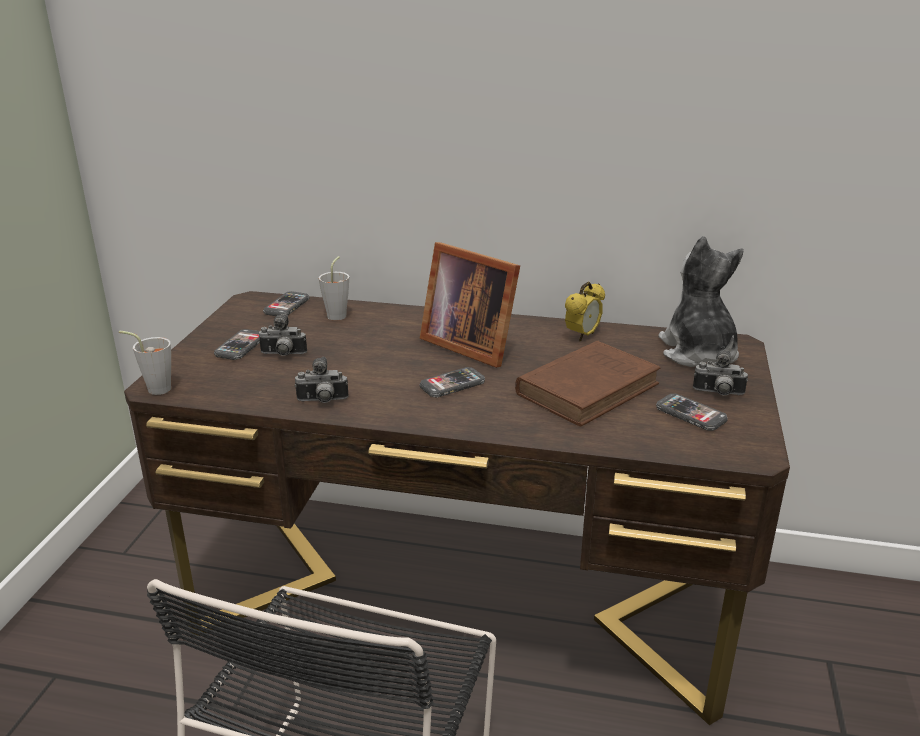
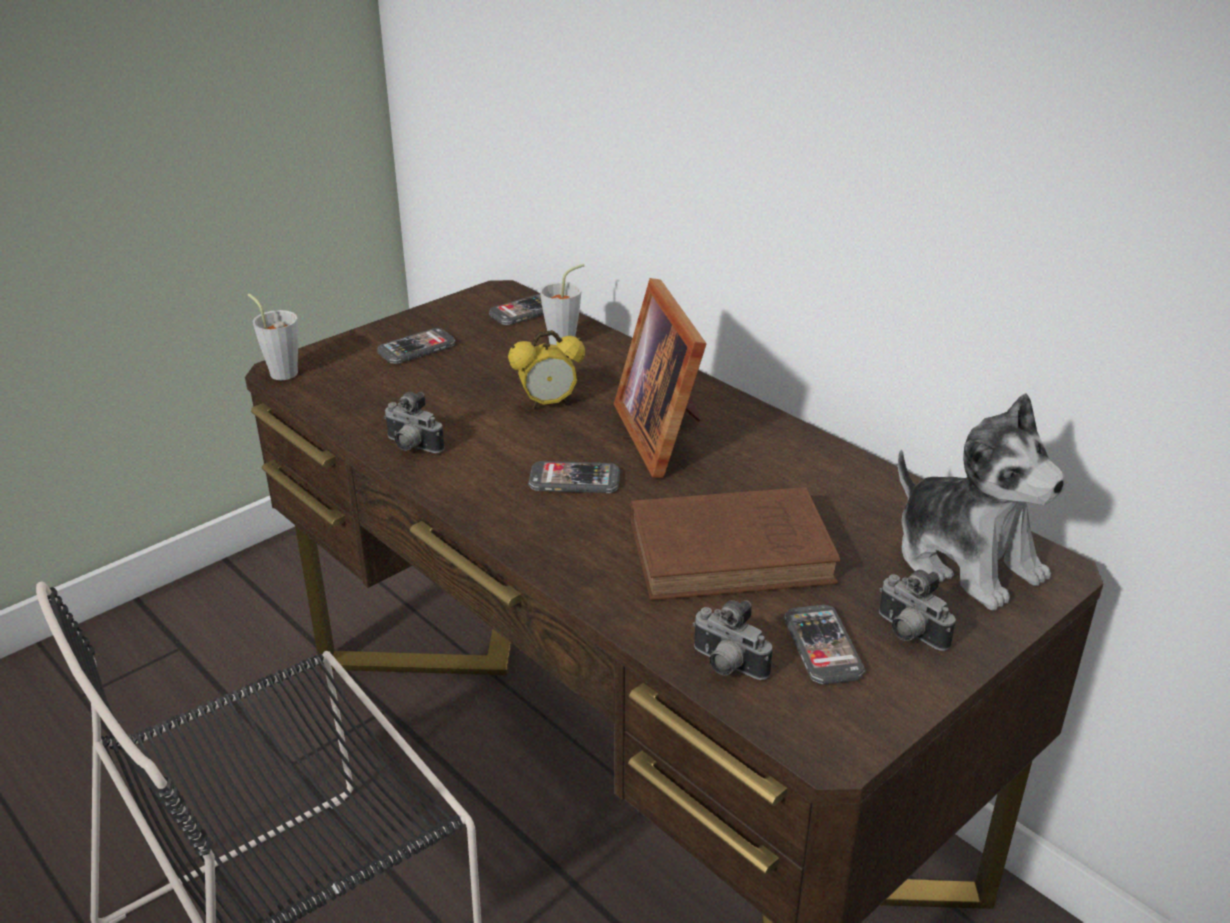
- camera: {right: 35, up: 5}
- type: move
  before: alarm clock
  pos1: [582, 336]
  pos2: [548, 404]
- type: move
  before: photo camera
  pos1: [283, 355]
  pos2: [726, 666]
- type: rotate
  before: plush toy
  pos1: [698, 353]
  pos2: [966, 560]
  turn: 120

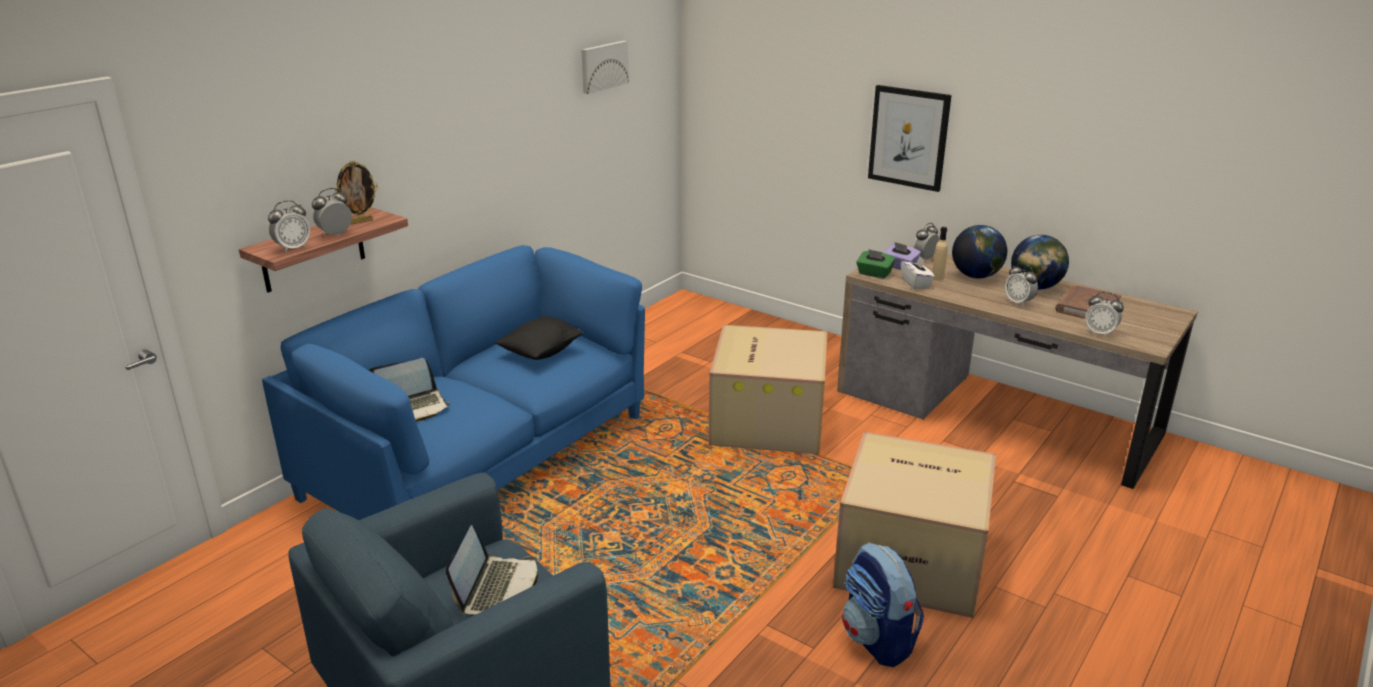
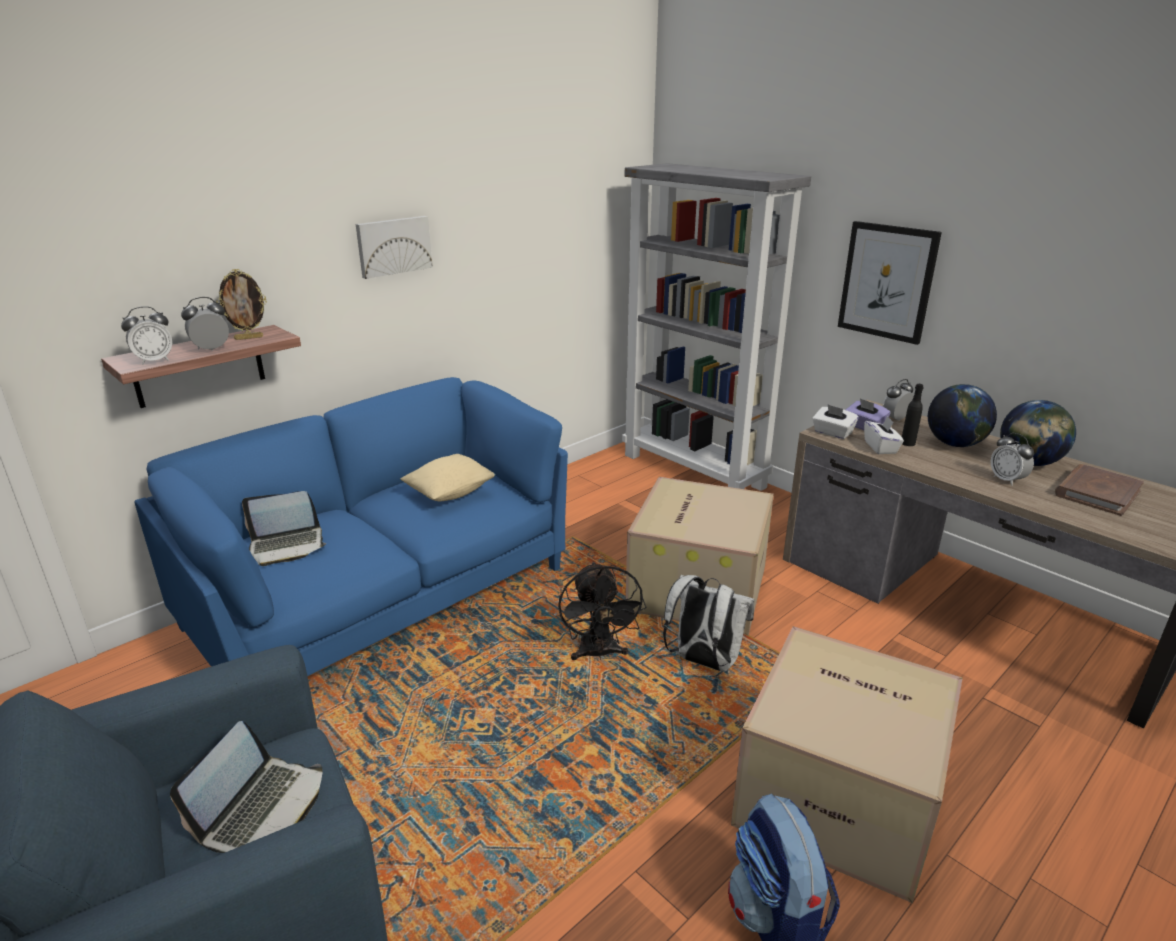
- camera: {right: 10, up: 0}
- type: move
  before: wall picture
  pos1: [603, 66]
  pos2: [393, 246]
- type: recolor
  before: blackish cushion
  after: sand-coloured cushion
  pos1: [541, 353]
  pos2: [450, 493]
- type: insert
  after: blackish fan
  pos2: [598, 654]
- type: insert
  after: gray bookcase
  pos2: [695, 471]
- type: insert
  after: white-coloured backpack
  pos2: [703, 661]
- type: recolor
  before: green box of tissues
  after: white-coloured box of tissues
  pos1: [874, 274]
  pos2: [832, 433]
- type: recolor
  before: sand-coloured drink bottle
  after: blackish drink bottle
  pos1: [937, 278]
  pos2: [908, 443]
- type: delete
  before: alarm clock
  pos1: [1100, 333]

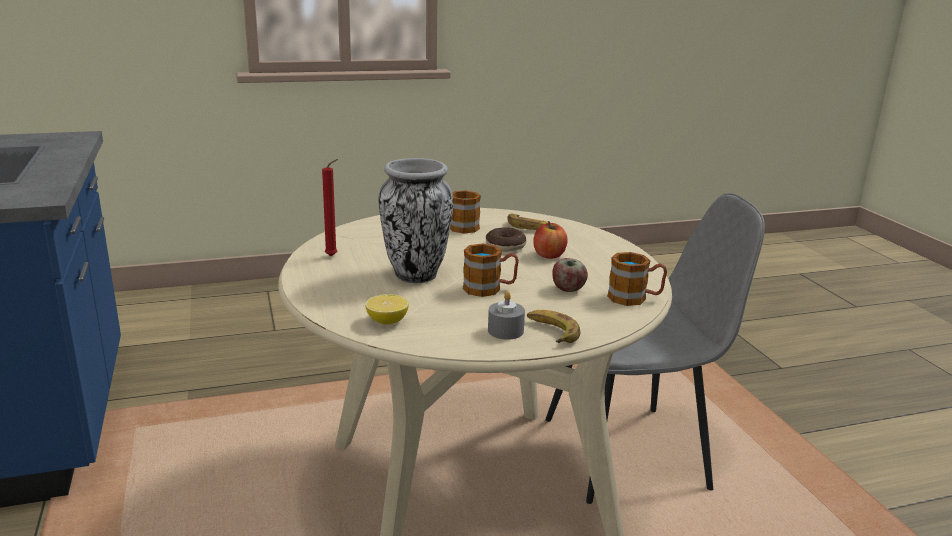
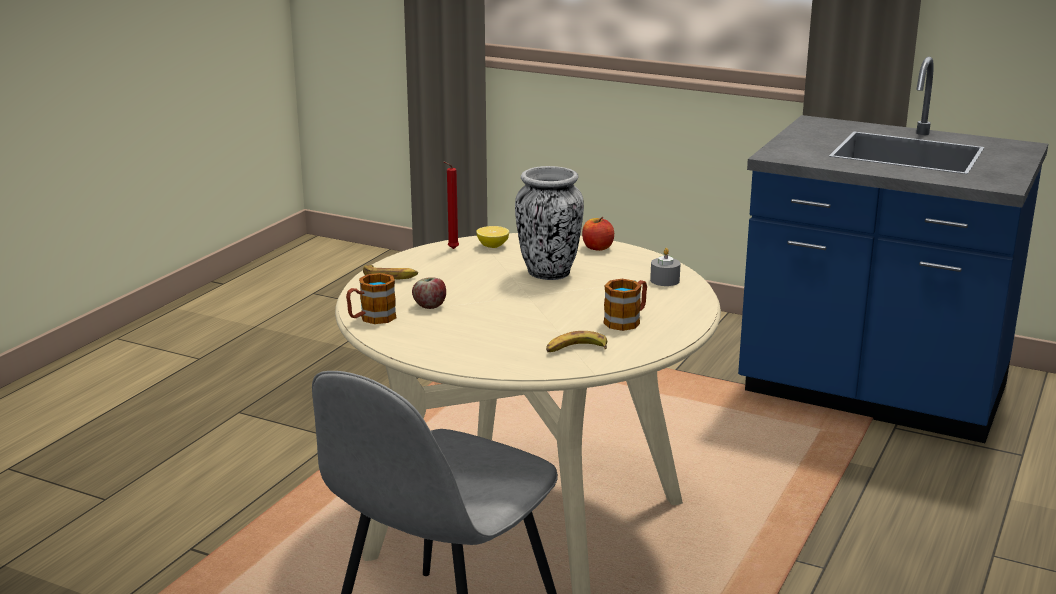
- camera: {right: 135, up: 0}
- type: move
  before: red candle
  pos1: [333, 256]
  pos2: [451, 249]
- type: move
  before: whole apple
  pos1: [549, 255]
  pos2: [597, 248]
- type: move
  before: gray candle
  pos1: [505, 331]
  pos2: [664, 280]
- type: delete
  before: coffee mug
  pos1: [489, 289]
- type: delete
  before: doughnut
  pos1: [505, 246]

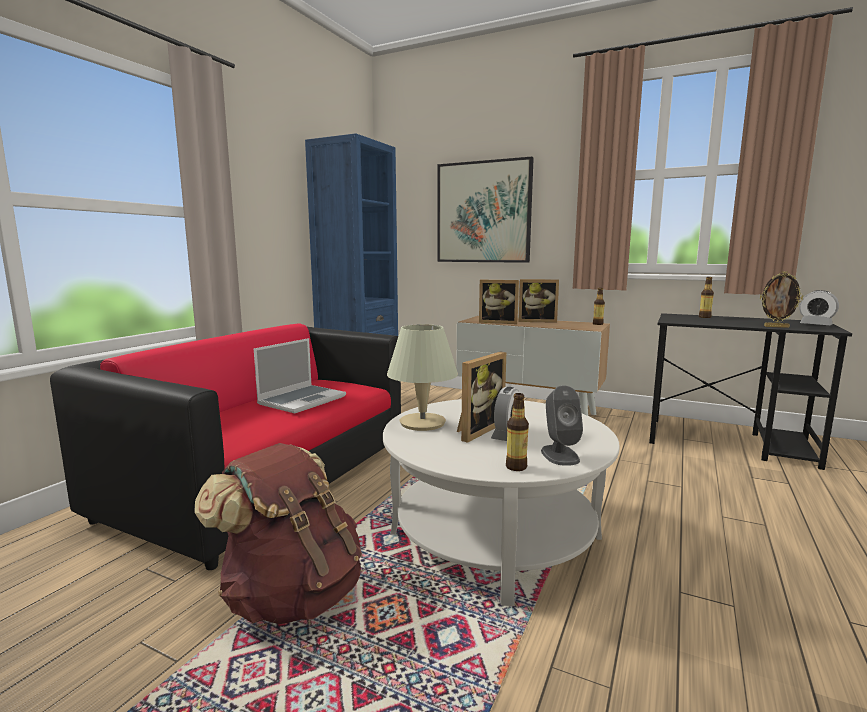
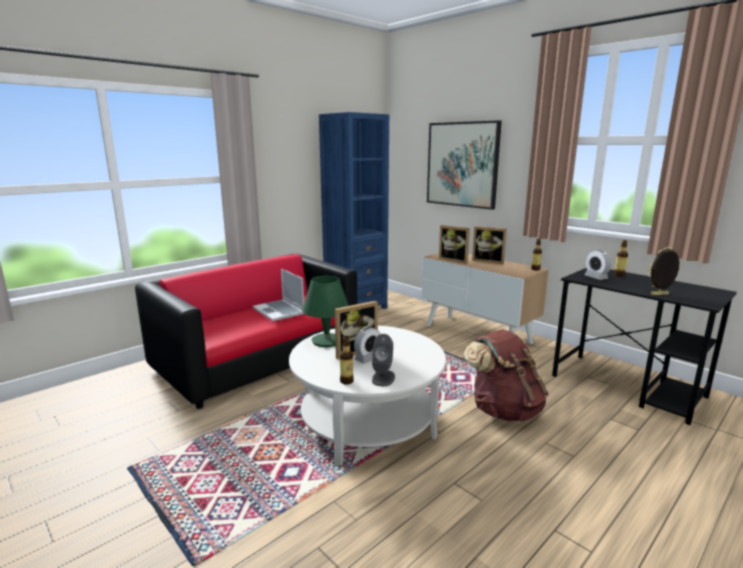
- camera: {right: 20, up: 5}
- type: rotate
  before: laptop
  pos1: [302, 400]
  pos2: [279, 311]
  turn: 90
- type: recolor
  before: sand-coloured lamp for a table
  after: green lamp for a table
  pos1: [422, 423]
  pos2: [326, 341]
- type: move
  before: brown-coloured backpack
  pos1: [292, 595]
  pos2: [504, 410]
- type: move
  before: alarm clock
  pos1: [815, 324]
  pos2: [596, 277]
- type: rotate
  before: photo frame
  pos1: [776, 327]
  pos2: [659, 294]
  turn: 135

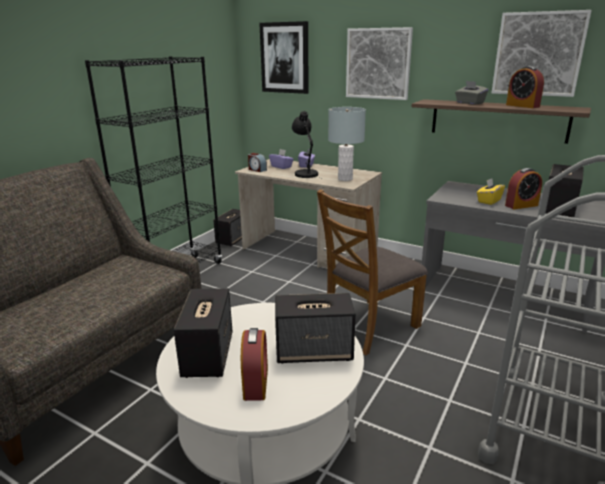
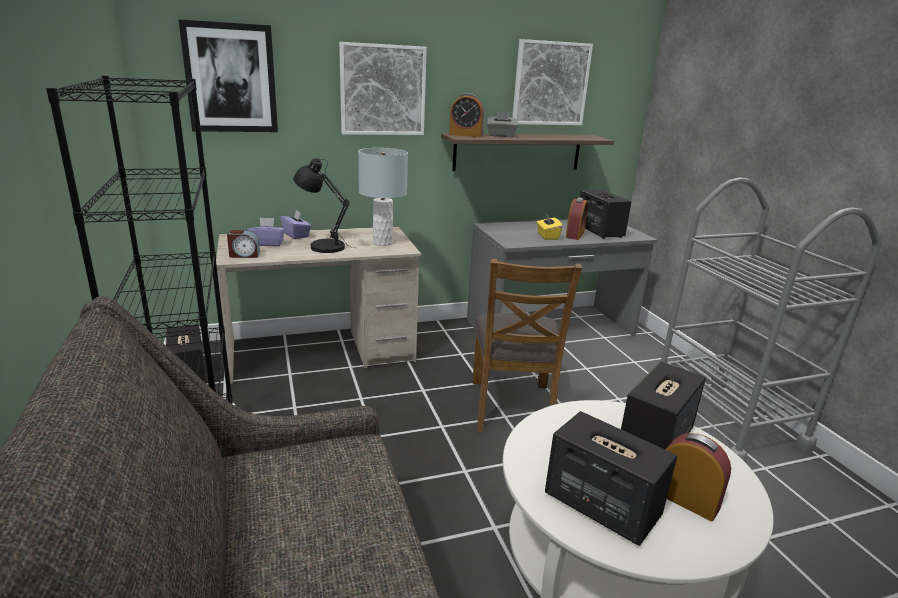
- camera: {right: -50, up: 0}
- type: move
  before: alarm clock
  pos1: [522, 106]
  pos2: [465, 135]

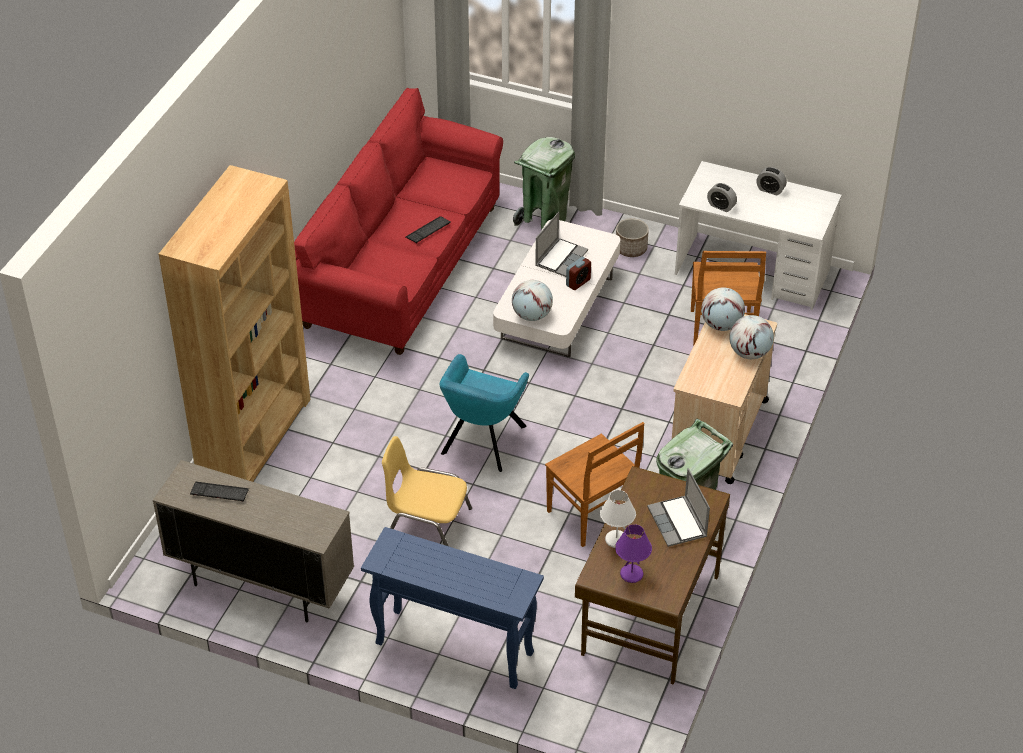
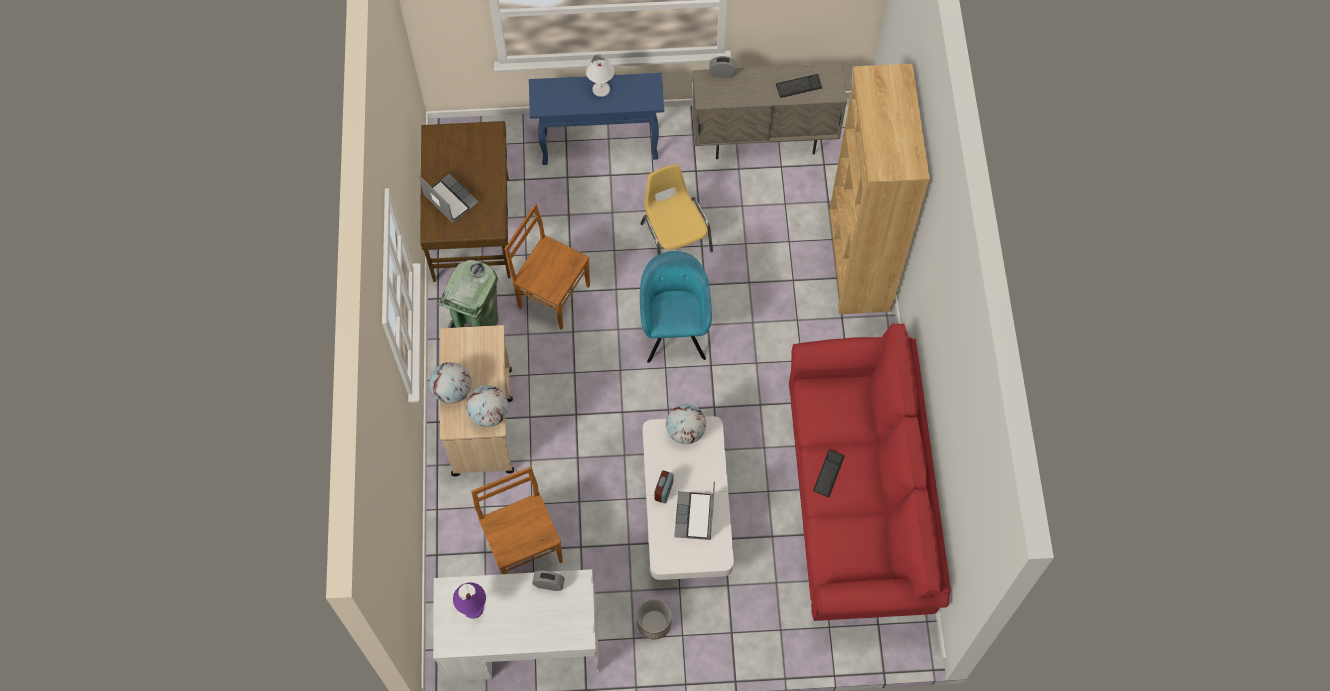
- camera: {right: 155, up: 20}
- type: move
  before: purple-coloured lamp for a table
  pos1: [632, 574]
  pos2: [473, 609]
- type: move
  before: white-coloured lamp for a table
  pos1: [615, 540]
  pos2: [601, 89]
- type: rotate
  before: yellowish upright chair
  pos1: [427, 524]
  pos2: [675, 236]
  turn: -105
- type: move
  before: alarm clock
  pos1: [770, 190]
  pos2: [722, 73]
- type: delete
  before: green waste bin
  pos1: [543, 221]

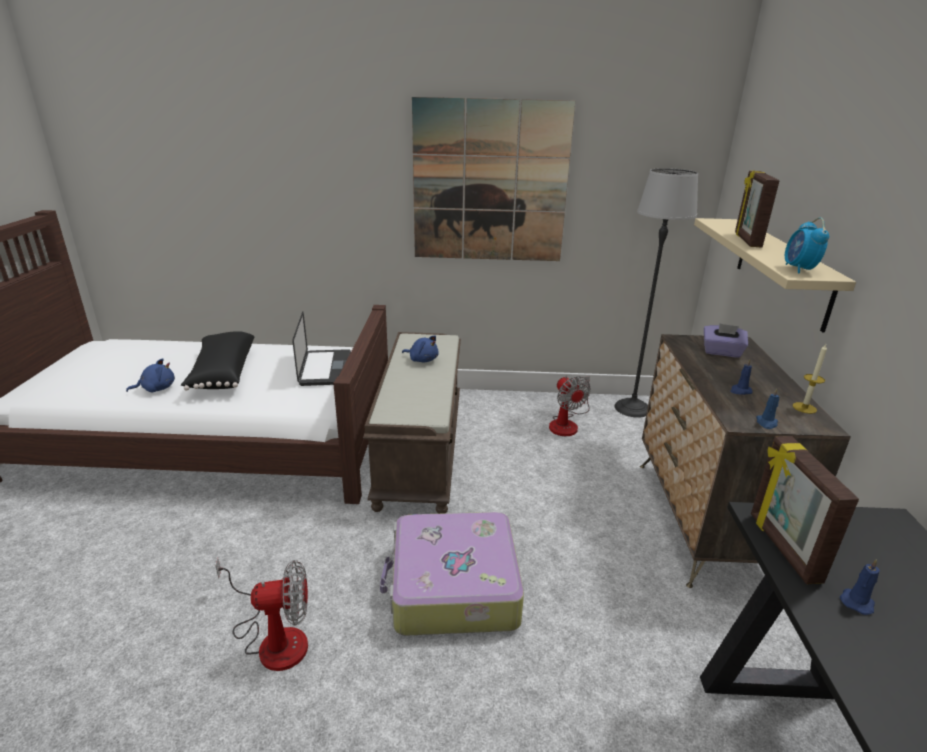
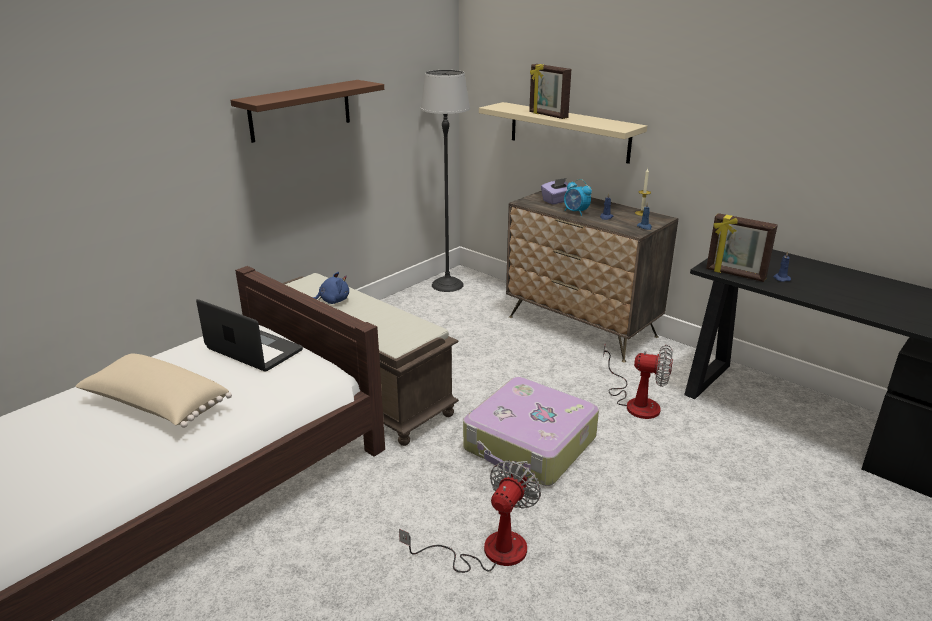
- camera: {right: -50, up: 0}
- type: recolor
  before: blackish cushion
  after: sand-coloured cushion
  pos1: [222, 373]
  pos2: [156, 406]
- type: replace
  before: wall picture
  after: brown-coloured shelf
  pos1: [490, 183]
  pos2: [300, 110]
- type: move
  before: alarm clock
  pos1: [799, 269]
  pos2: [576, 212]
- type: move
  before: fan
  pos1: [567, 423]
  pos2: [636, 402]
- type: delete
  before: blue-coloured plush toy
  pos1: [156, 389]

